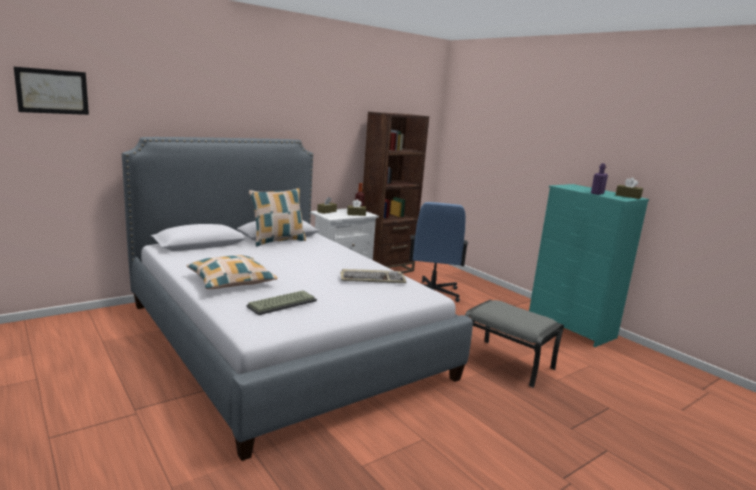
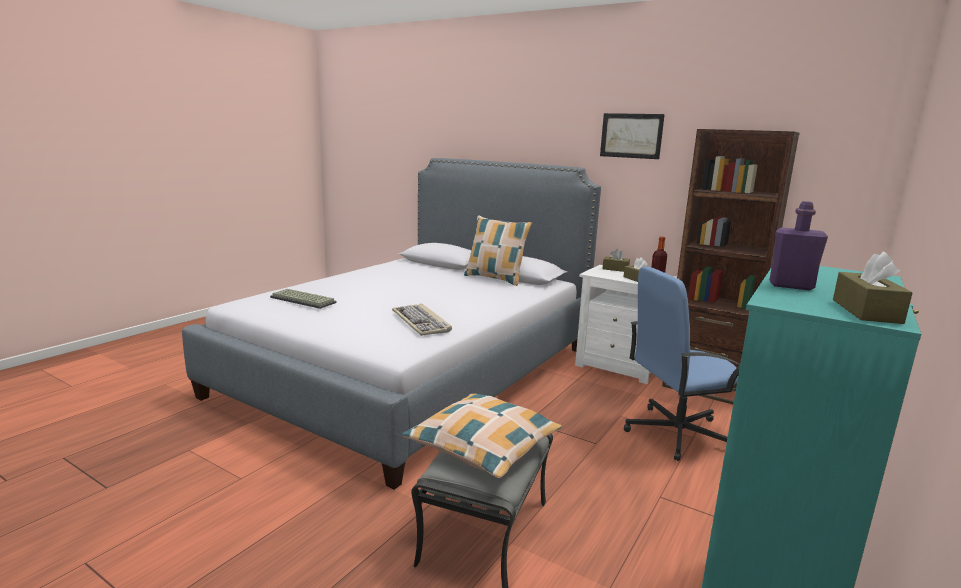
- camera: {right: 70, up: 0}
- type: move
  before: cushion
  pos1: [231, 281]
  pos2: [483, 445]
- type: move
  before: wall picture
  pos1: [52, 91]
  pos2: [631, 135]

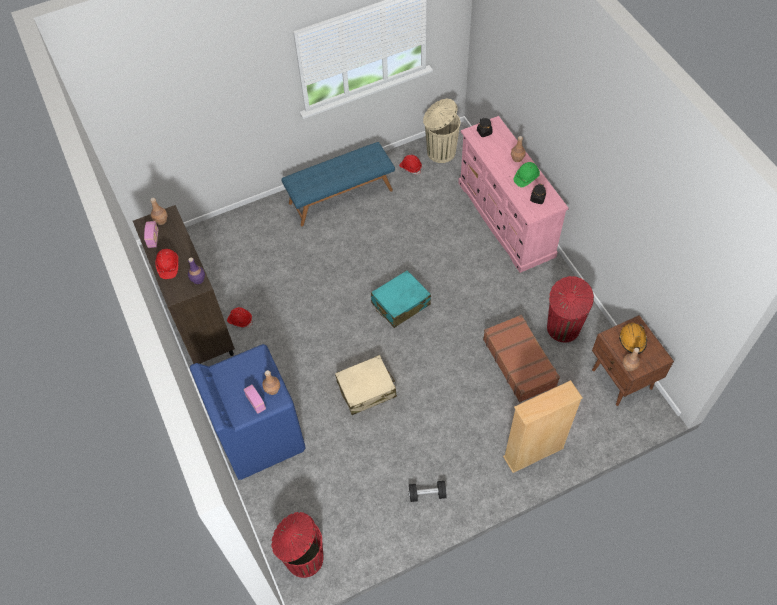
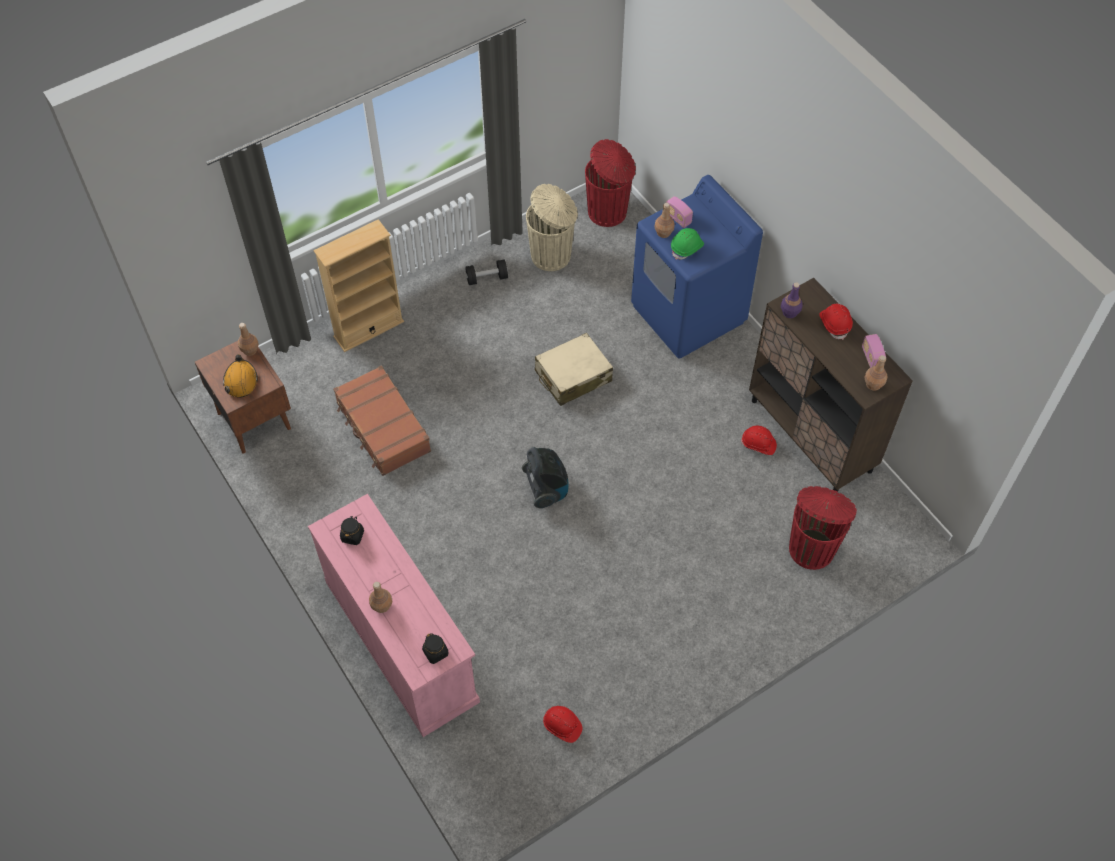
- camera: {right: 170, up: 0}
- type: replace
  before: turquoise-coloured travel case
  after: vacuum
  pos1: [400, 304]
  pos2: [546, 489]
- type: move
  before: sand-coloured waste bin
  pos1: [440, 152]
  pos2: [552, 255]
- type: move
  before: green safety helmet
  pos1: [526, 178]
  pos2: [687, 248]
- type: move
  before: red waste bin
  pos1: [562, 329]
  pos2: [812, 547]
- type: delete
  before: blue-coloured indoor bench
  pos1: [340, 196]

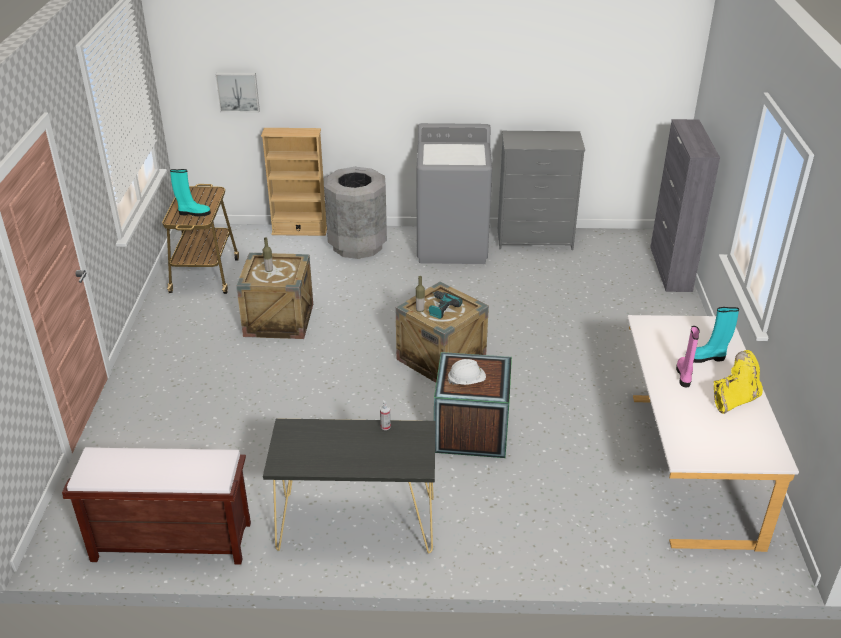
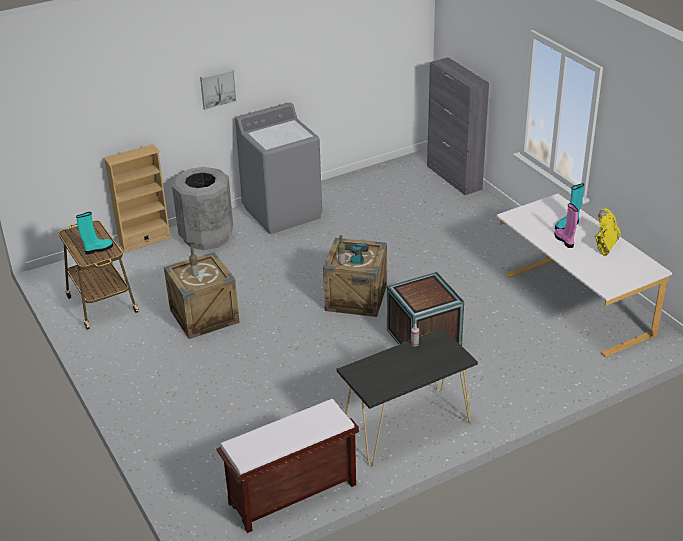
- camera: {right: -30, up: 0}
- type: move
  before: wall picture
  pos1: [238, 91]
  pos2: [217, 88]
- type: delete
  before: white-coloured safety helmet
  pos1: [466, 381]
- type: delete
  before: gray dresser
  pos1: [535, 239]

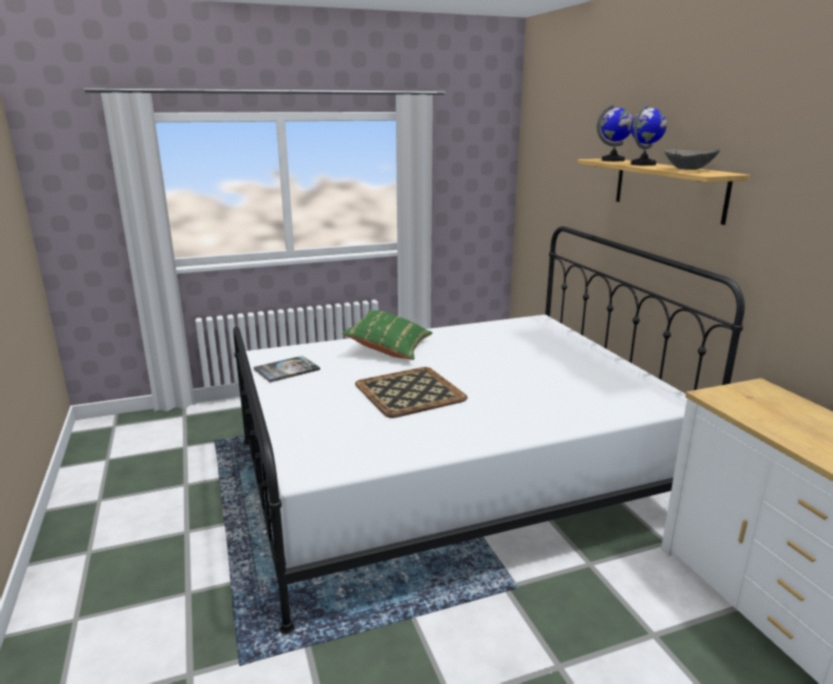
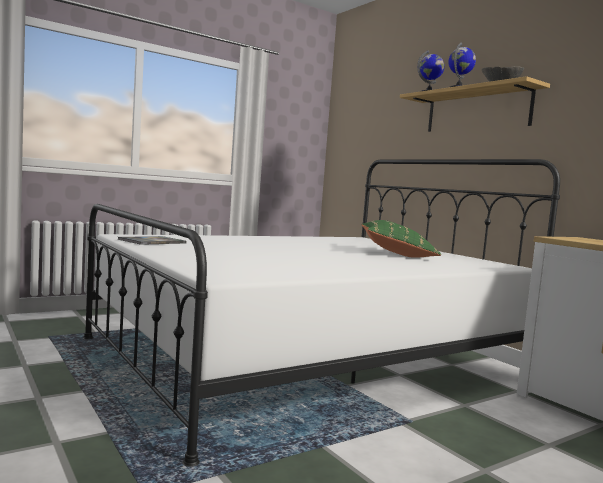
- camera: {right: -15, up: -15}
- type: move
  before: green cushion
  pos1: [389, 348]
  pos2: [396, 254]
- type: delete
  before: serving tray
  pos1: [408, 392]

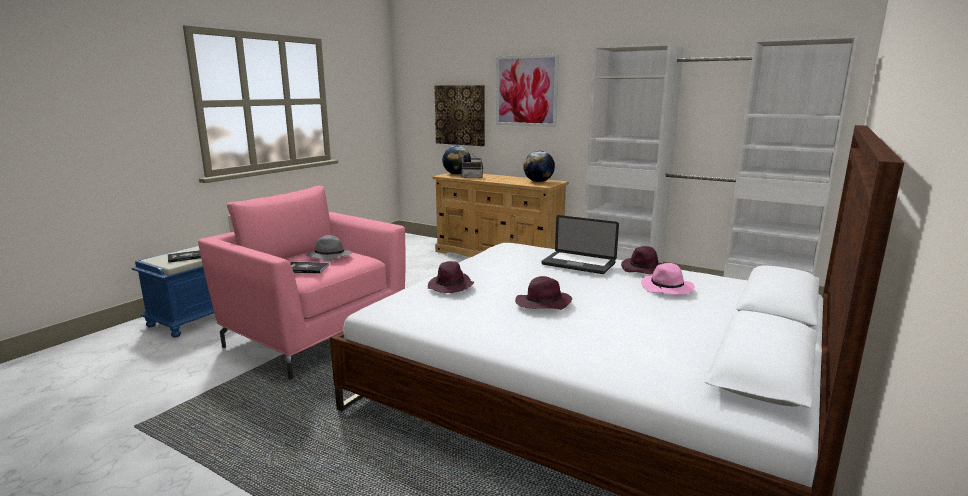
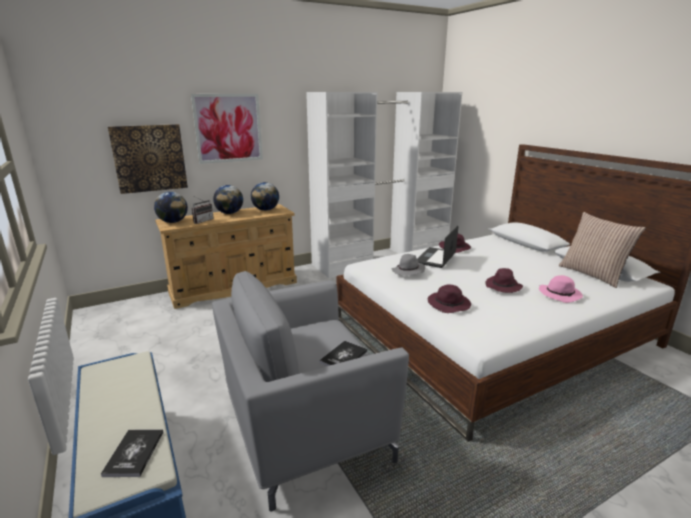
- camera: {right: -60, up: 5}
- type: recolor
  before: pinkish armchair
  after: gray armchair
  pos1: [316, 334]
  pos2: [303, 426]
- type: insert
  after: desk globe
  pos2: [229, 213]
- type: move
  before: gray hat
  pos1: [329, 257]
  pos2: [408, 271]
- type: rotate
  before: laptop
  pos1: [578, 264]
  pos2: [435, 258]
  turn: 150
- type: move
  before: pinkish hat
  pos1: [667, 288]
  pos2: [560, 294]
- type: insert
  after: cushion
  pos2: [592, 274]

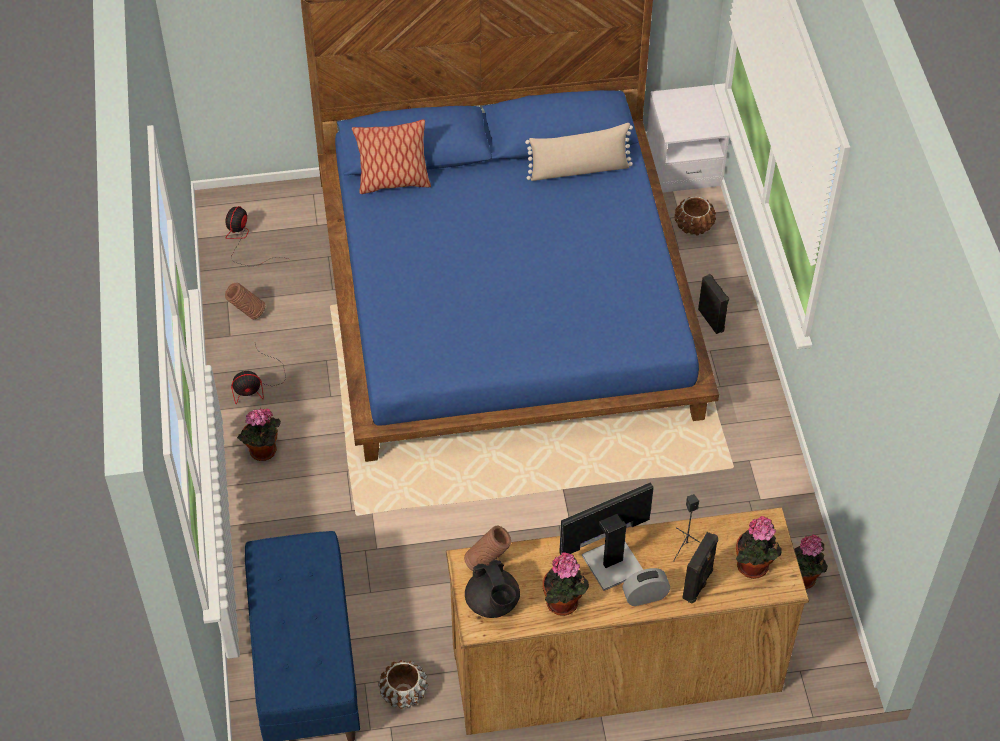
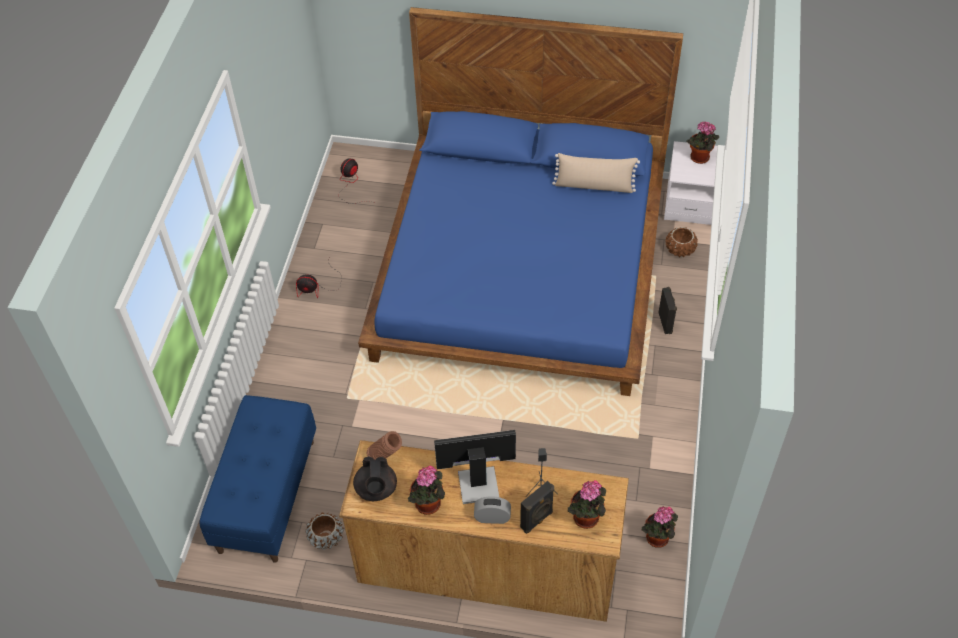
- camera: {right: 20, up: 0}
- type: move
  before: potted plant
  pos1: [262, 453]
  pos2: [699, 159]
- type: delete
  before: brown-coloured flower vase
  pos1: [247, 314]
- type: delete
  before: cushion
  pos1: [393, 183]

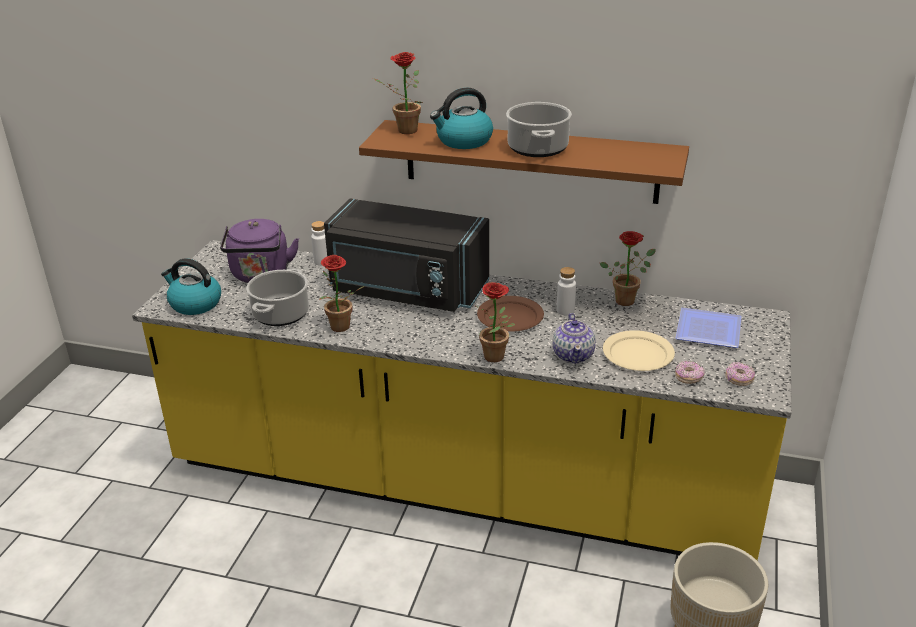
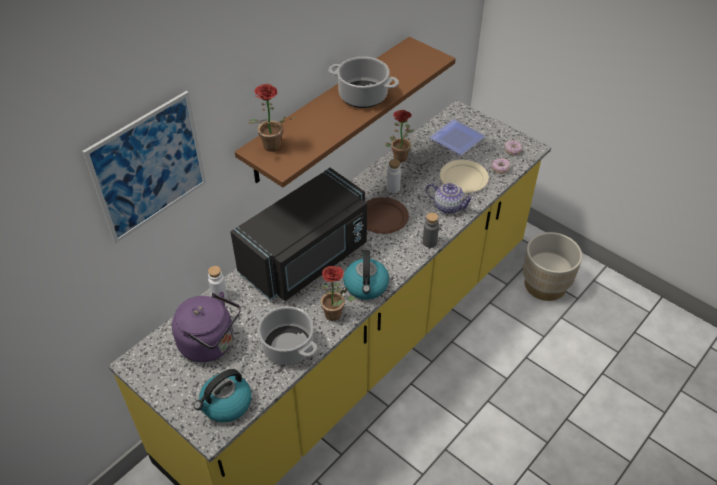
- camera: {right: -65, up: 15}
- type: insert
  after: wall picture
  pos2: [149, 167]
- type: move
  before: water kettle
  pos1: [463, 141]
  pos2: [366, 286]
- type: replace
  before: potted plant
  after: gray drink bottle
  pos1: [498, 358]
  pos2: [429, 242]

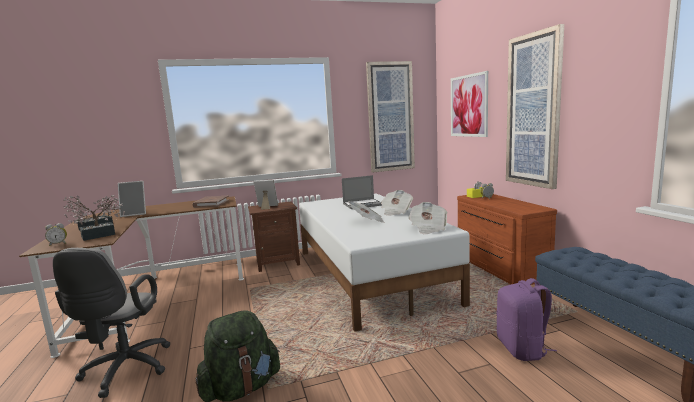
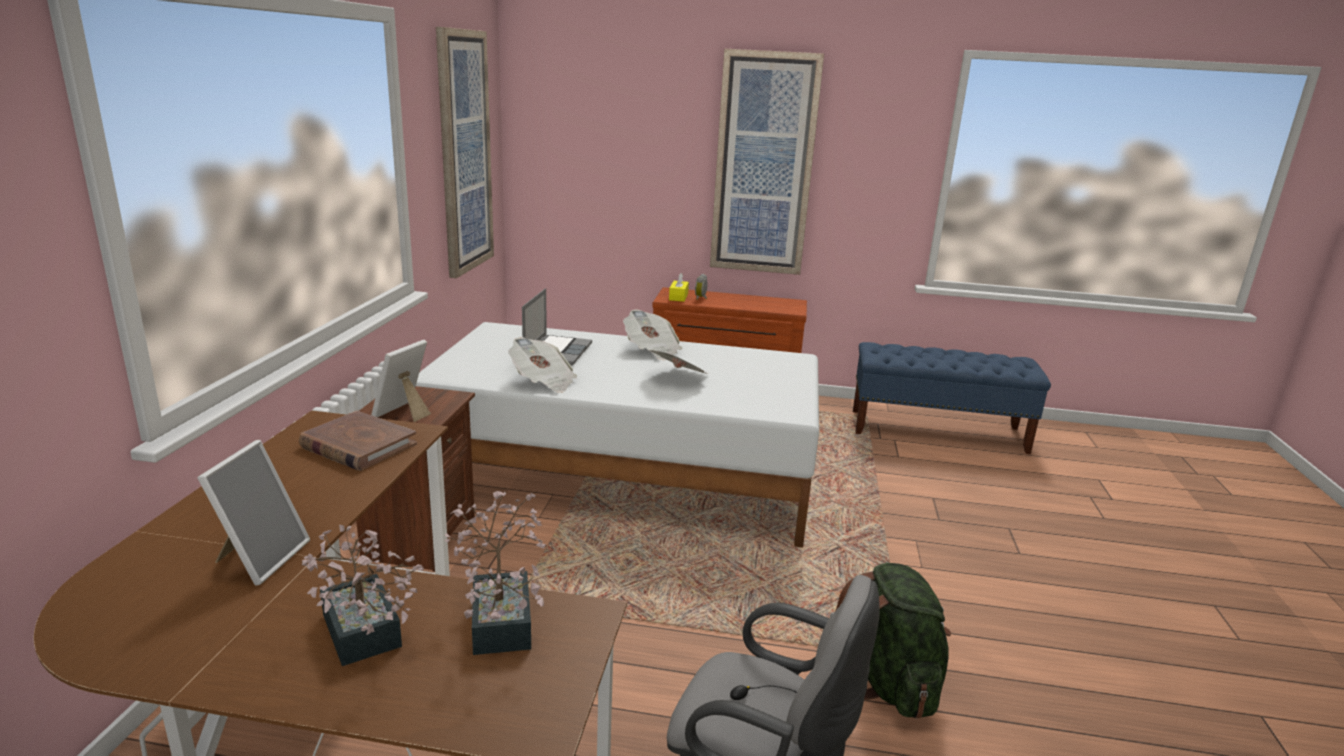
- camera: {right: -65, up: 10}
- type: move
  before: printed paper
  pos1: [428, 228]
  pos2: [543, 382]
- type: delete
  before: alarm clock
  pos1: [58, 244]
- type: delete
  before: wall picture
  pos1: [468, 106]
- type: delete
  before: purple-coloured backpack
  pos1: [522, 349]

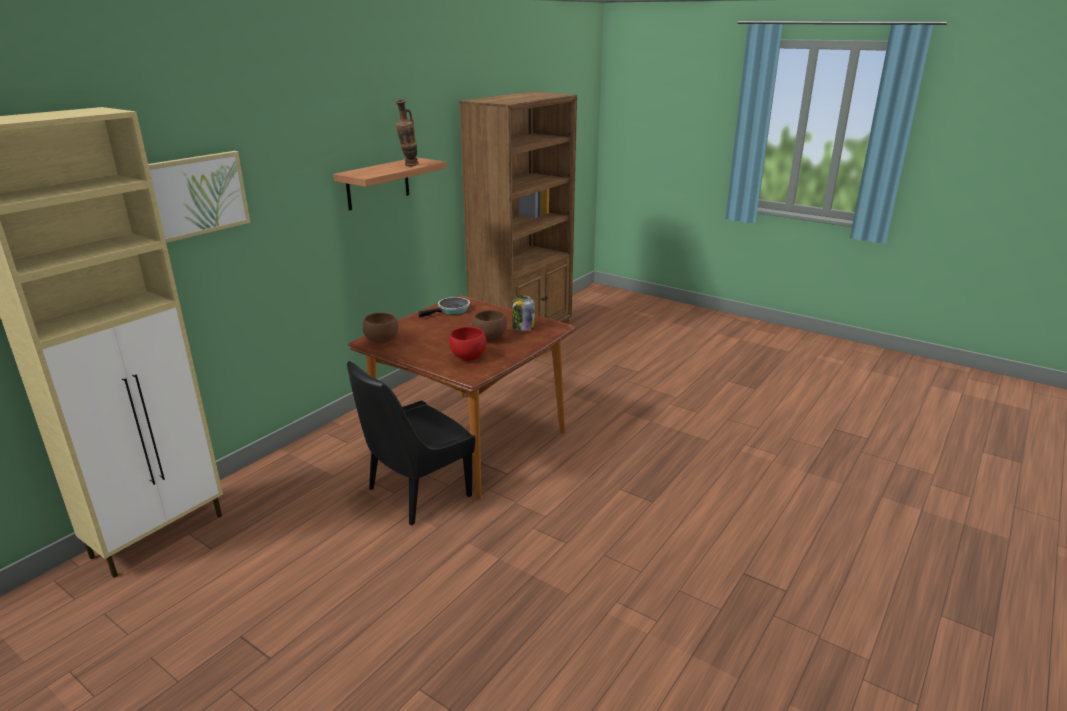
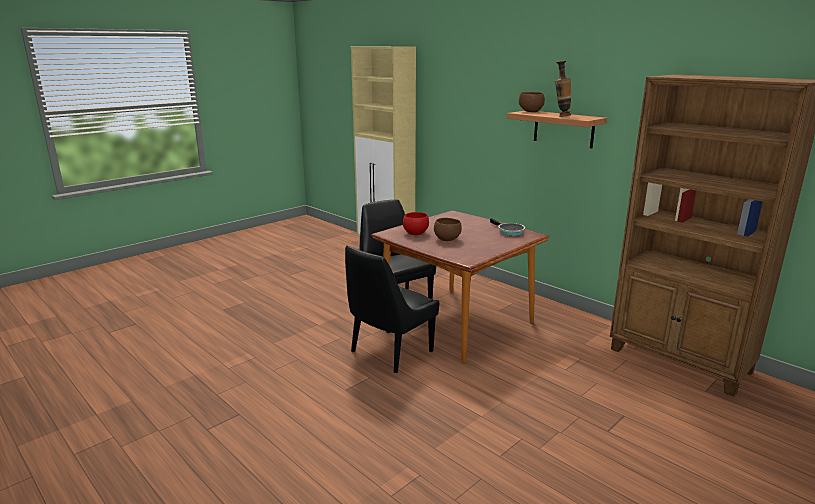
- camera: {right: 100, up: -5}
- type: insert
  after: blackish upright chair
  pos2: [389, 352]
- type: move
  before: brown-coloured serving bowl
  pos1: [382, 341]
  pos2: [531, 112]
- type: delete
  before: wall picture
  pos1: [194, 196]
- type: delete
  before: storage jar
  pos1: [522, 328]

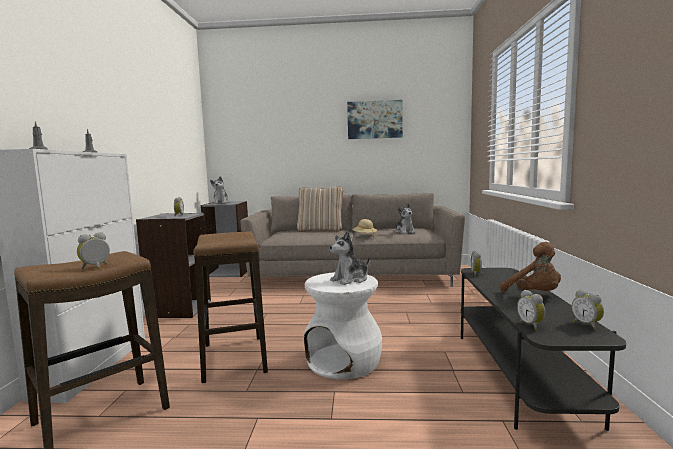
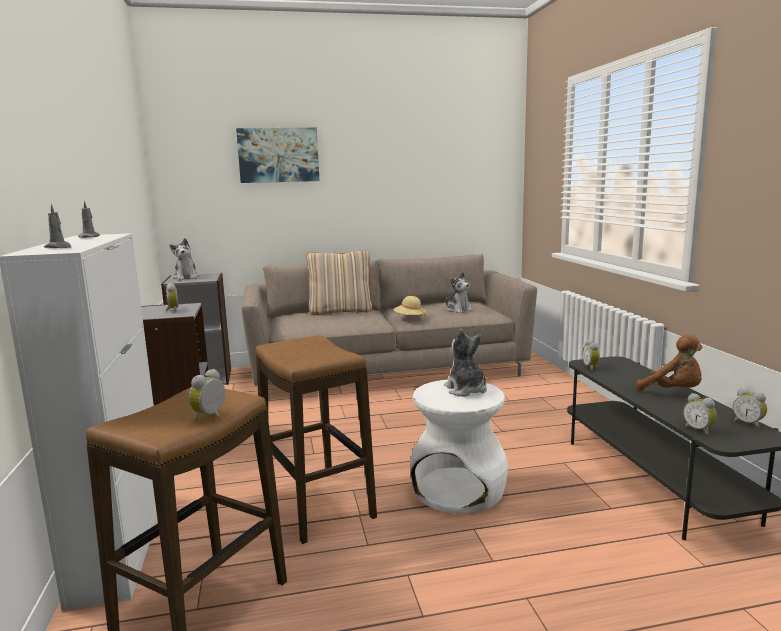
- camera: {right: -15, up: 5}
- type: move
  before: wall picture
  pos1: [374, 120]
  pos2: [278, 155]
- type: rotate
  before: plush toy
  pos1: [350, 279]
  pos2: [466, 390]
  turn: 120

